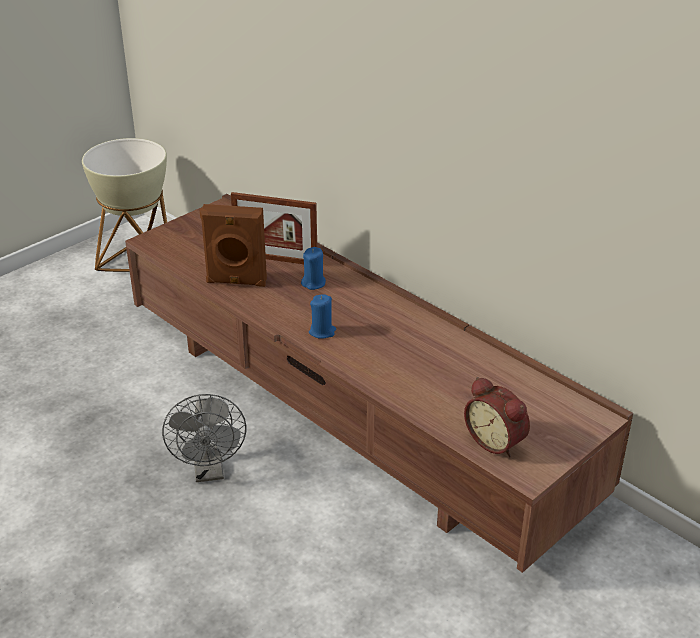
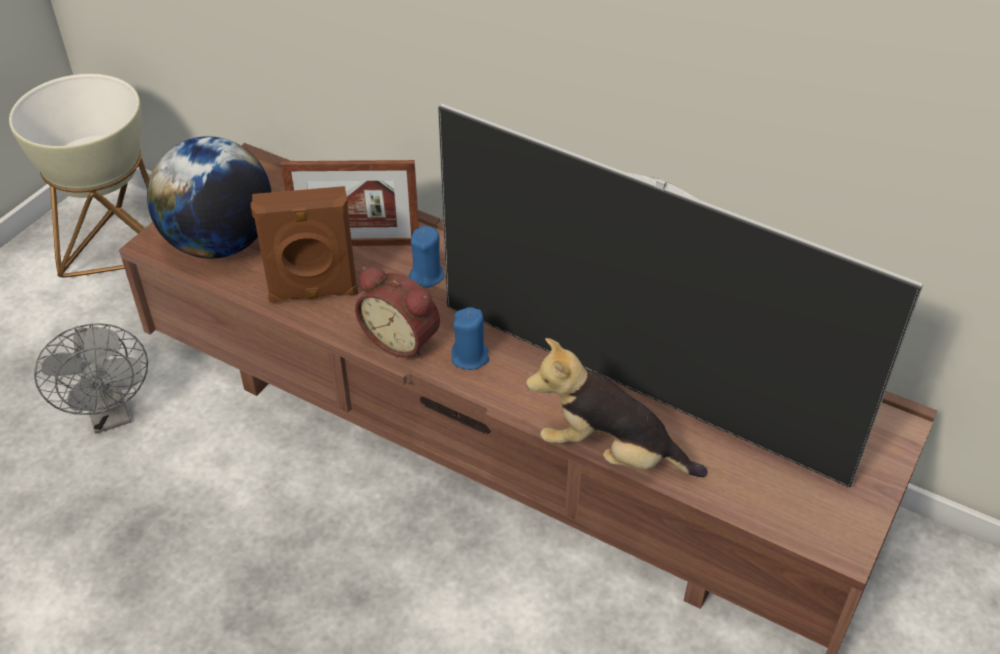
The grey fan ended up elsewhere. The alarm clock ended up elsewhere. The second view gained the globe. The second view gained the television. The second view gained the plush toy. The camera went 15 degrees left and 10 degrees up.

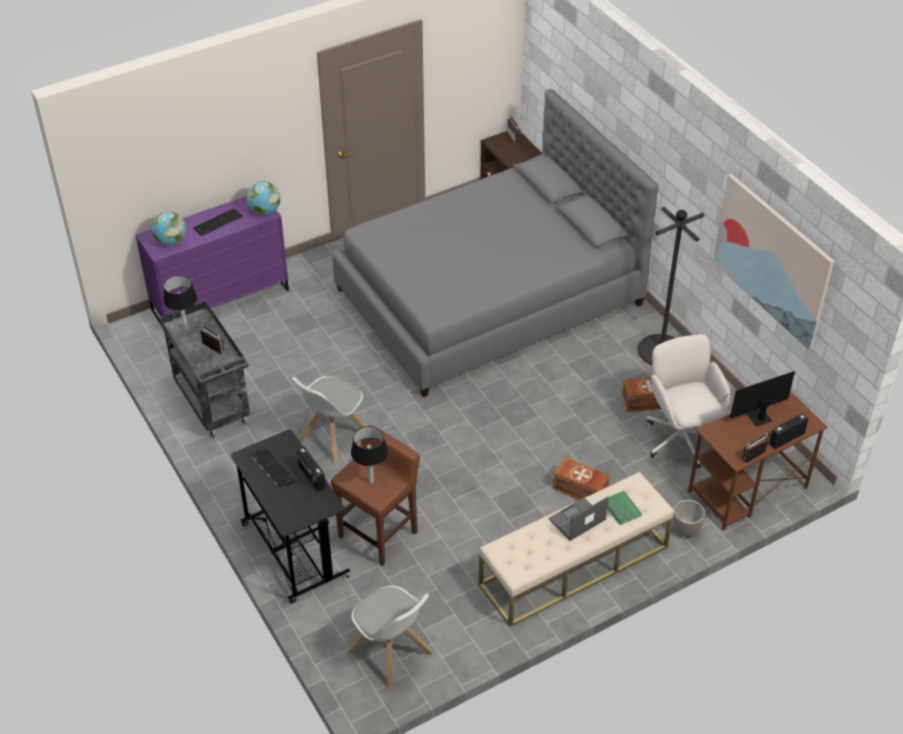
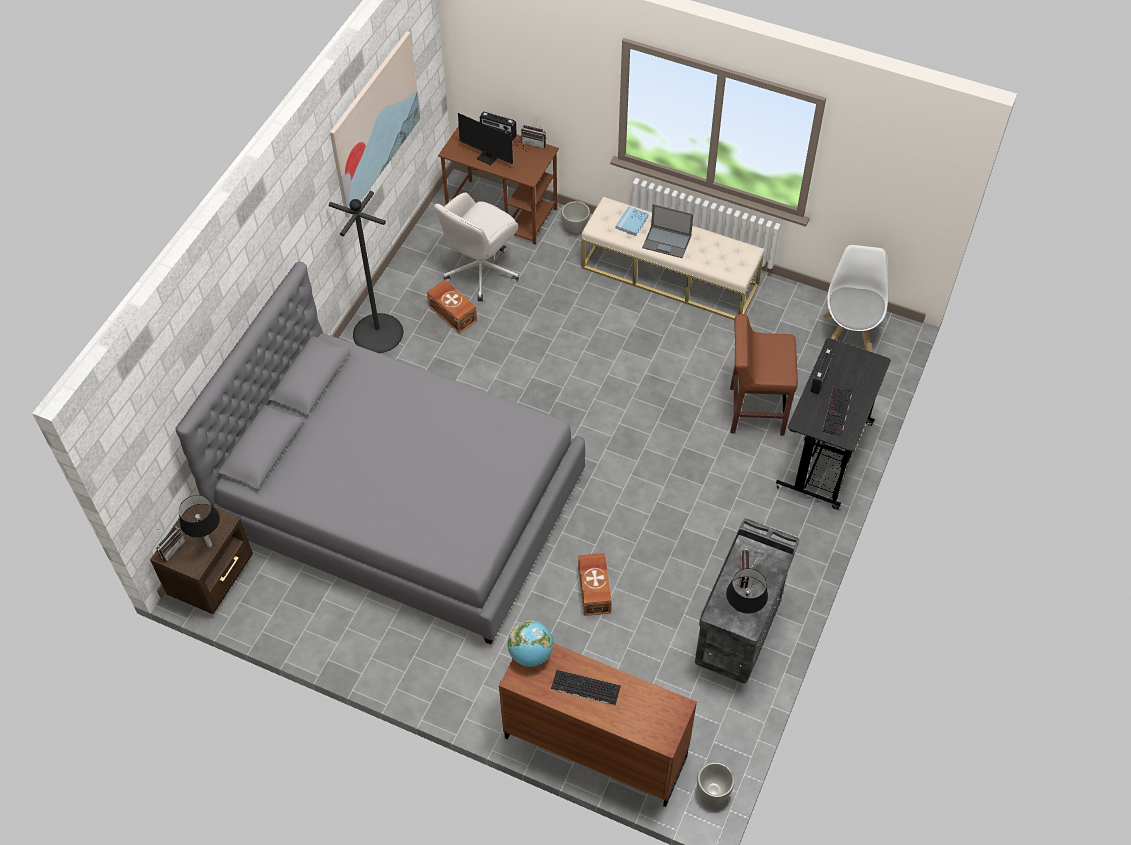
What was the purple dresser turned into the brown dresser. The second view lost the globe (no. 1 from left). The second view lost the chair (no. 1 from left). The black table lamp (no. 2 from left in the first image) ended up elsewhere. The brown storage box (no. 1 from left in the first image) ended up elsewhere. What was the green book turned into the blue book. The second view gained the planter (no. 2 from left). The camera went 125 degrees left and 10 degrees up.

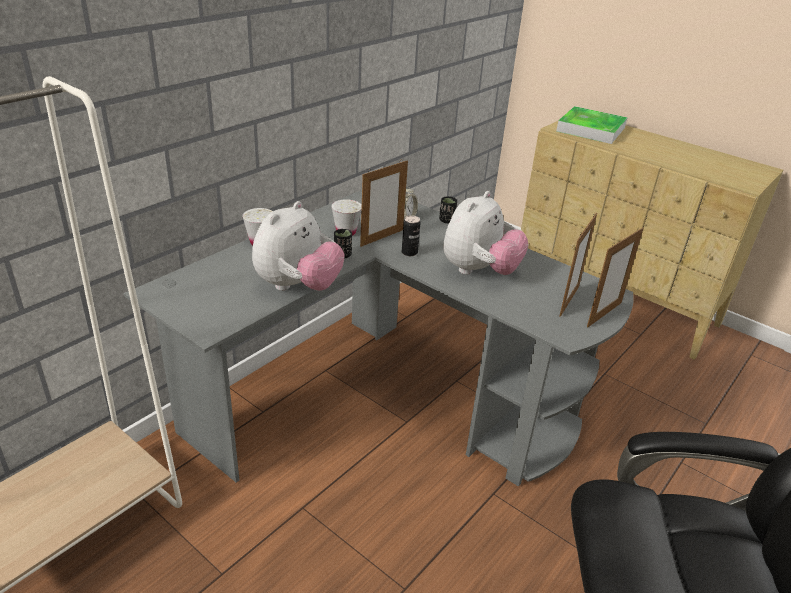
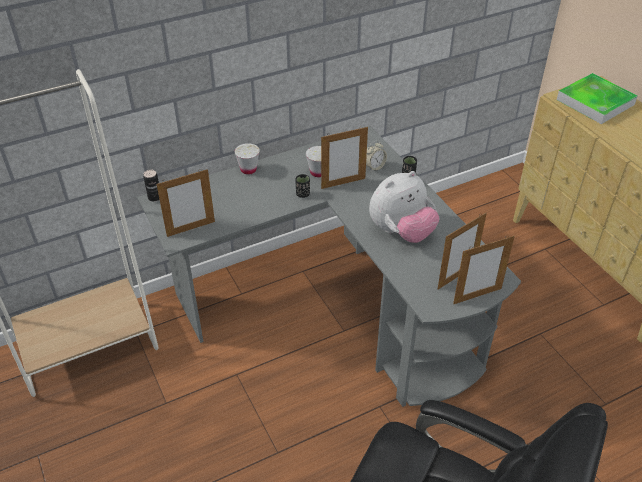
The second view lost the plush toy (no. 1 from left). The can ended up elsewhere. The second view gained the picture frame (no. 1 from left). The camera went 25 degrees right and 10 degrees up.

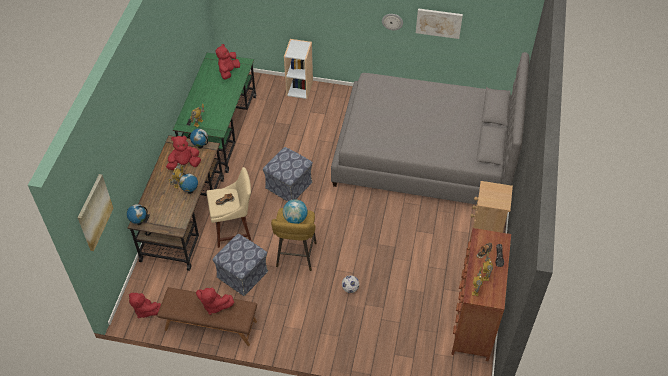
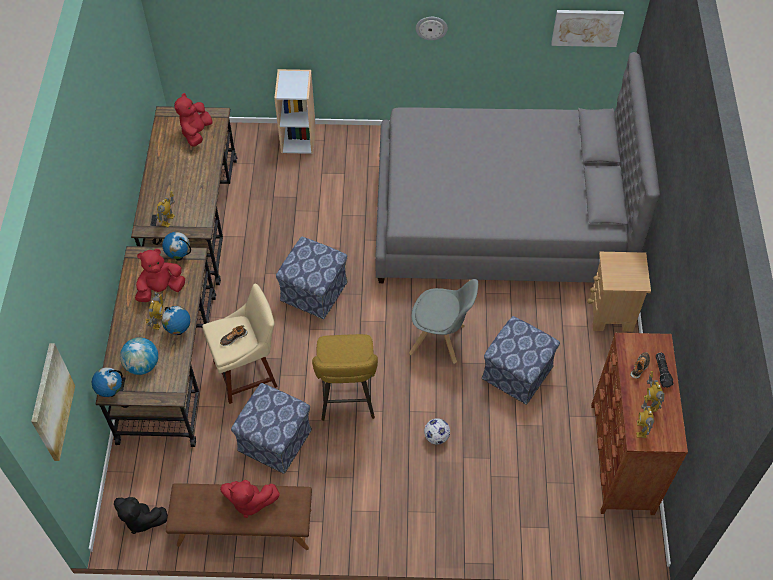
What was the red plush toy (no. 1 from left) turned into the black plush toy. What was the green desk turned into the brown desk (no. 2 from left). The globe (no. 4 from left in the first image) ended up elsewhere. The picture (no. 2 from left) ended up elsewhere. The second view gained the grey chair. The second view gained the ottoman (no. 3 from left). The camera went 10 degrees left and 5 degrees up.

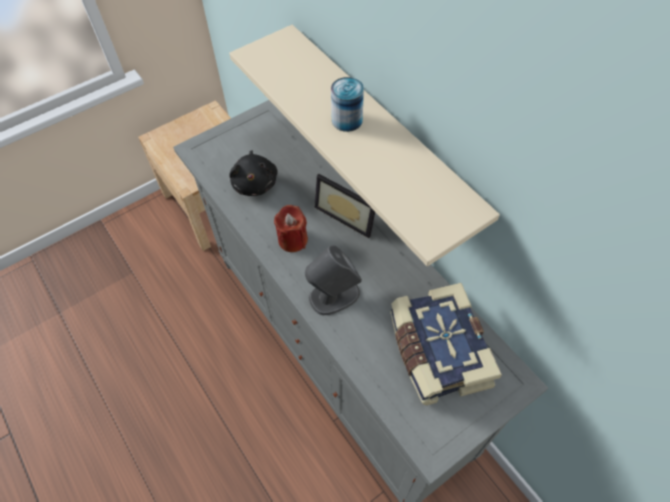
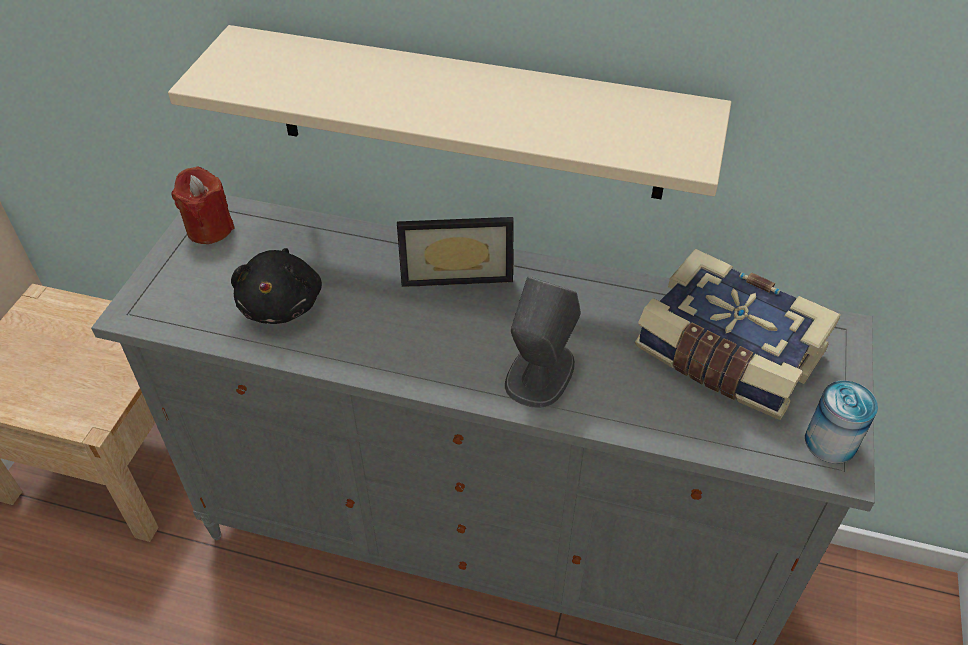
The black plush toy ended up facing another way, 45 degrees clockwise from before. The red candle ended up elsewhere. The can ended up elsewhere. The camera went 40 degrees left and 10 degrees down.

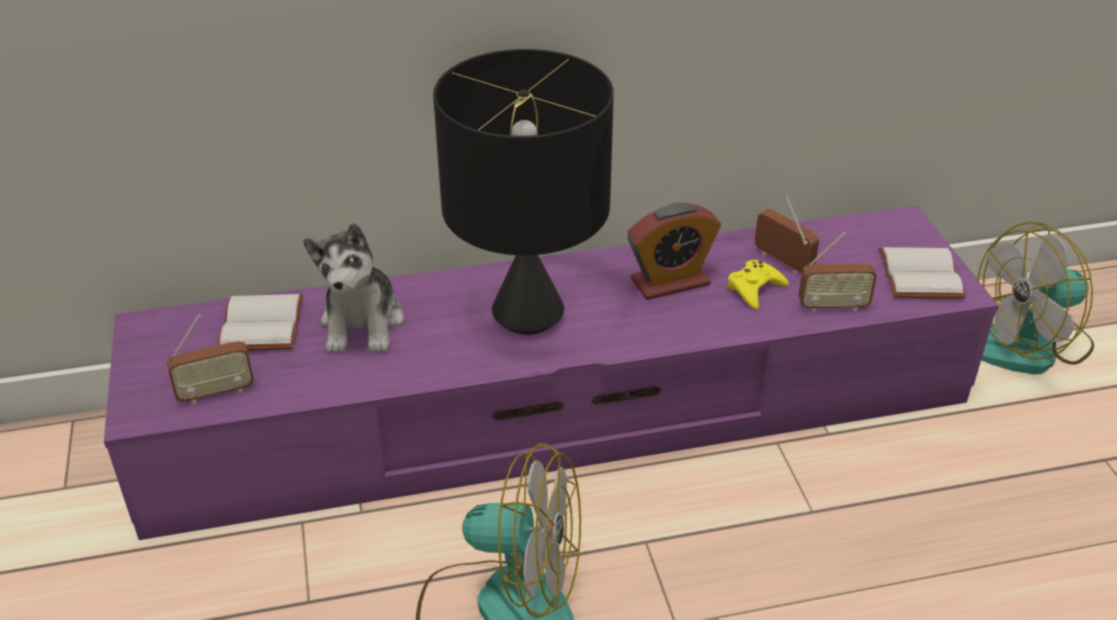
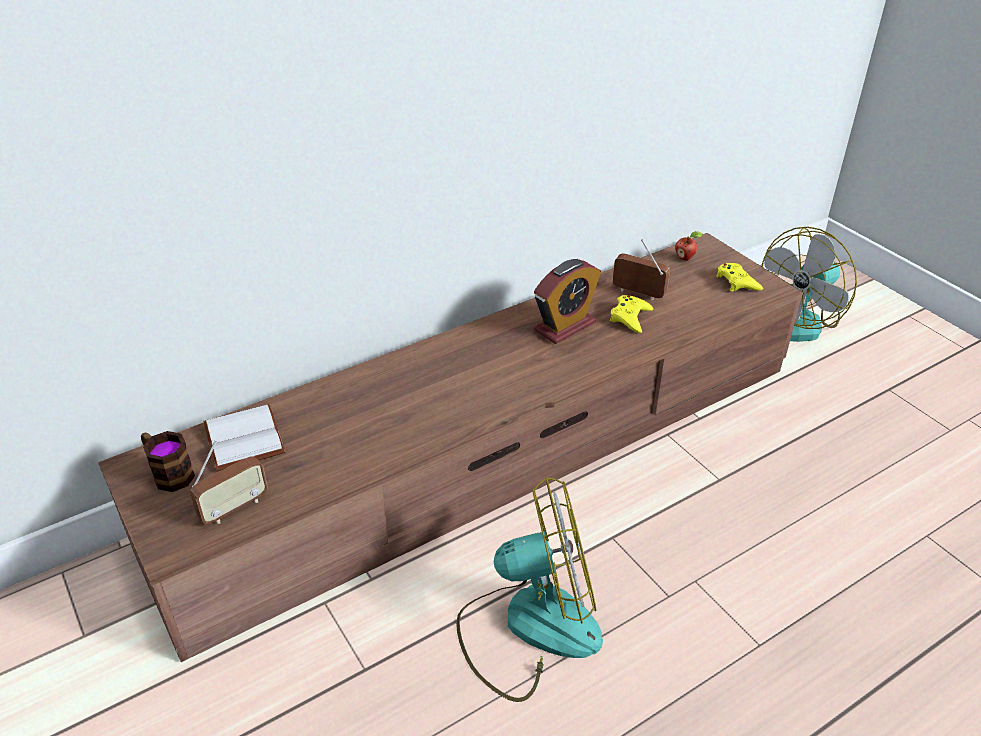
What was the purple tv stand turned into the brown tv stand. The second view lost the plush toy. The second view lost the black table lamp. The second view lost the radio (no. 3 from left). Where the white book (no. 2 from left) stood, the yellow game controller (no. 2 from left) came to stand. The second view gained the mug. The second view gained the apple. The camera went 20 degrees left and 0 degrees up.

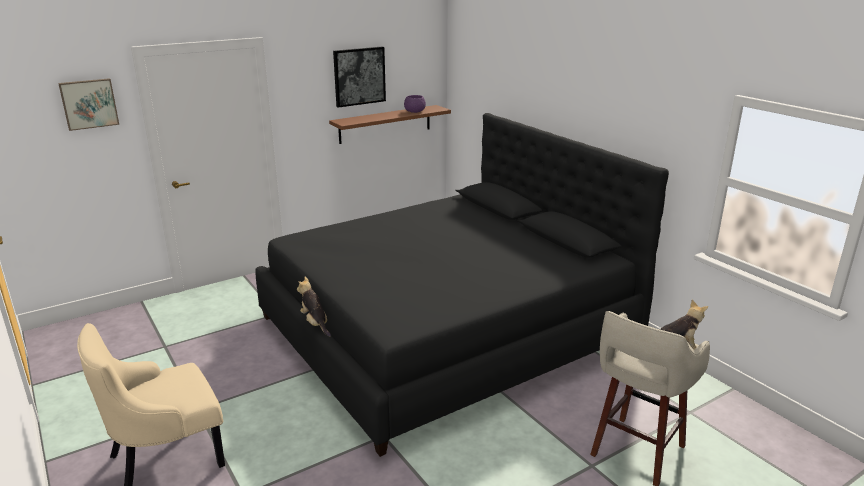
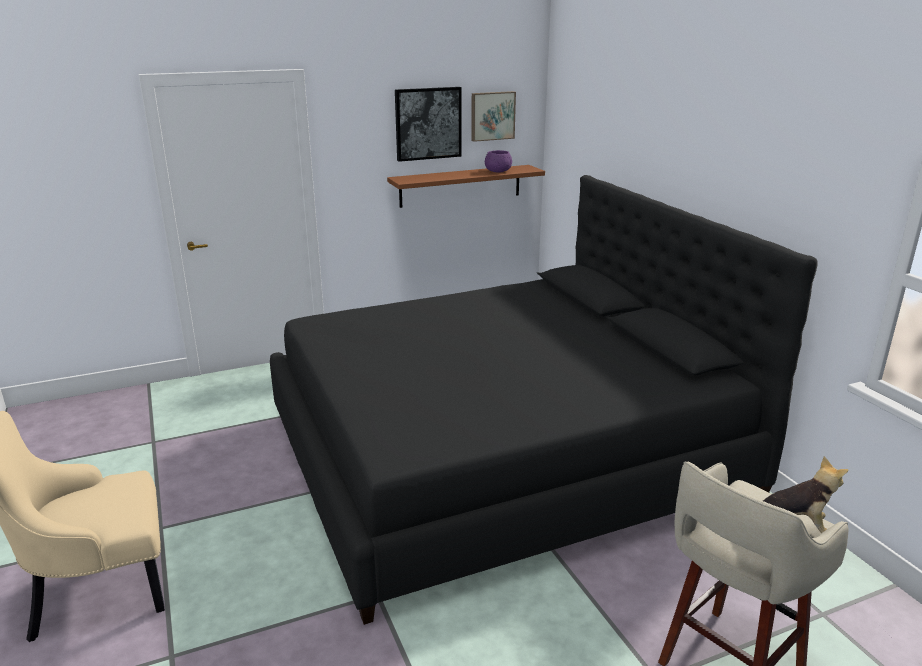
The picture (no. 1 from left in the first image) ended up elsewhere. The second view lost the plush toy (no. 1 from left). The camera went 10 degrees right and 0 degrees up.

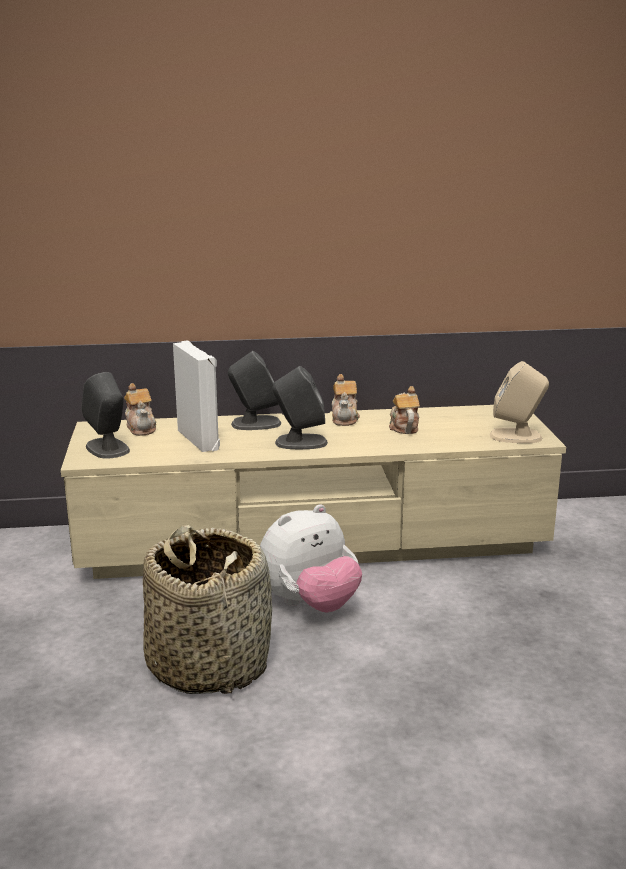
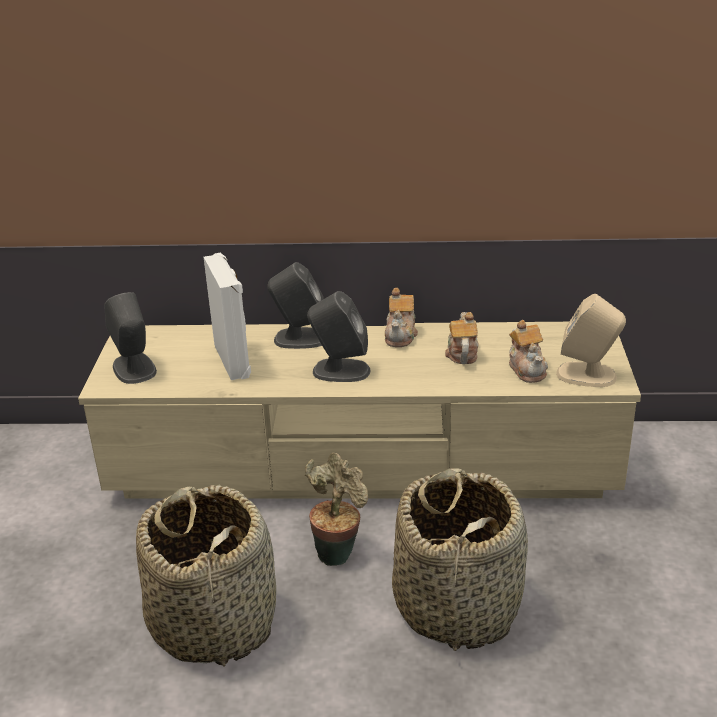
The teapot (no. 1 from left in the first image) ended up elsewhere. Where the plush toy stood, the potted plant came to stand. The second view gained the basket (no. 2 from left). The camera went 10 degrees right and 10 degrees up.

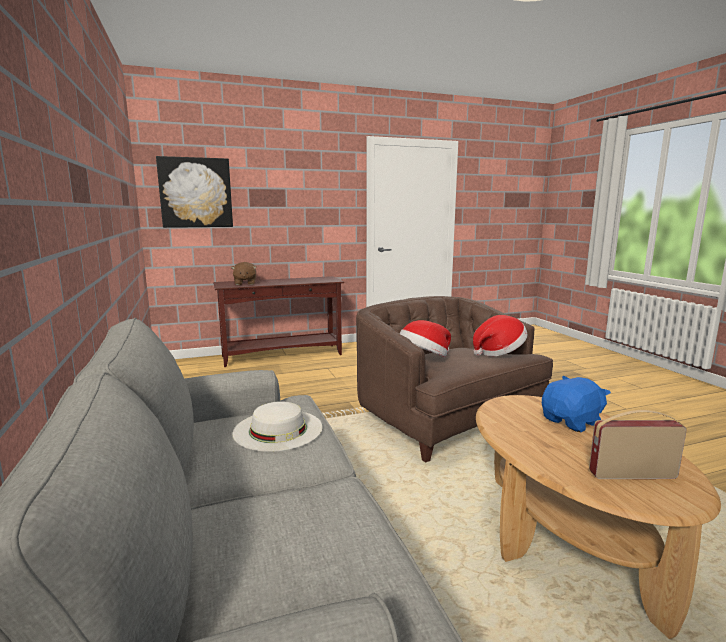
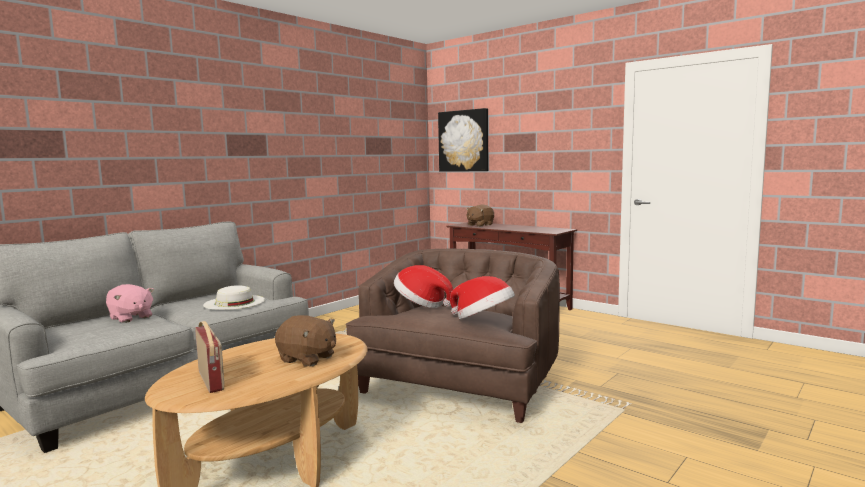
What was the blue plush toy turned into the brown plush toy (no. 1 from left). The second view gained the pink plush toy. The camera went 60 degrees right and 5 degrees down.

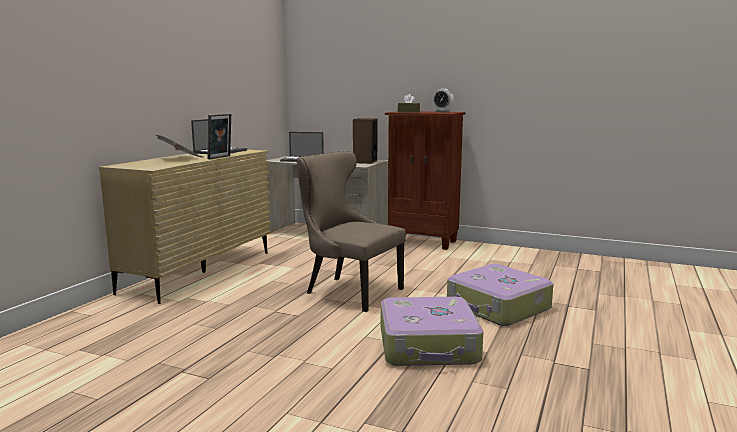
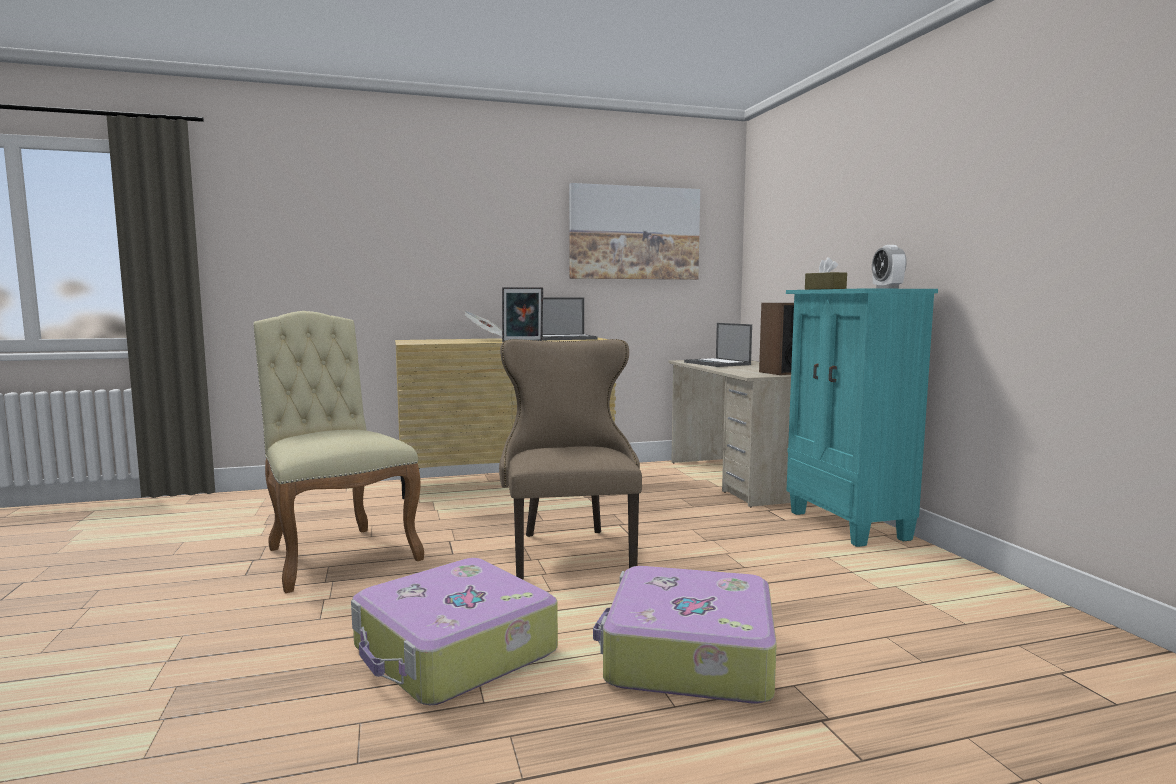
What was the brown cabinet turned into the turquoise cabinet. The second view gained the beige chair (no. 1 from left). The second view gained the picture. The camera went 50 degrees right and 5 degrees down.

